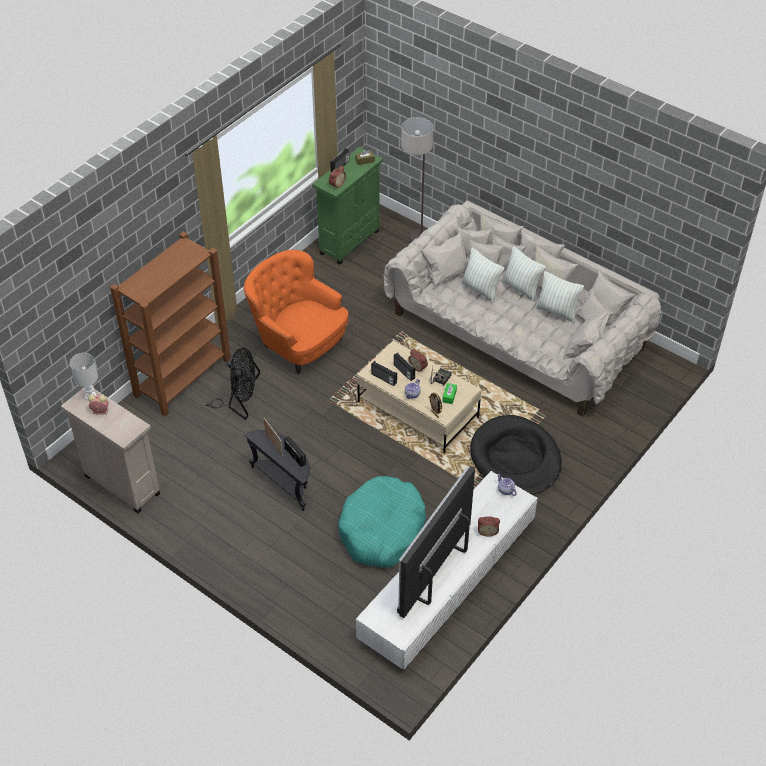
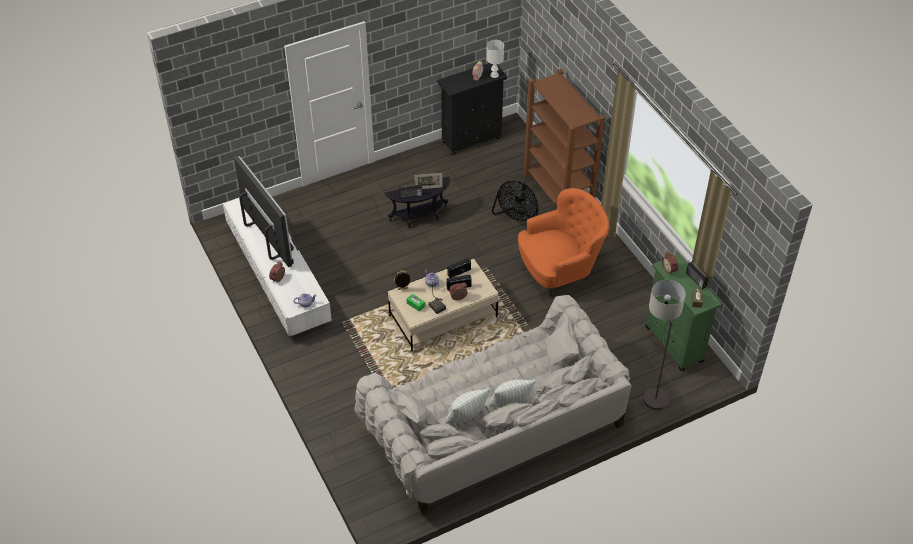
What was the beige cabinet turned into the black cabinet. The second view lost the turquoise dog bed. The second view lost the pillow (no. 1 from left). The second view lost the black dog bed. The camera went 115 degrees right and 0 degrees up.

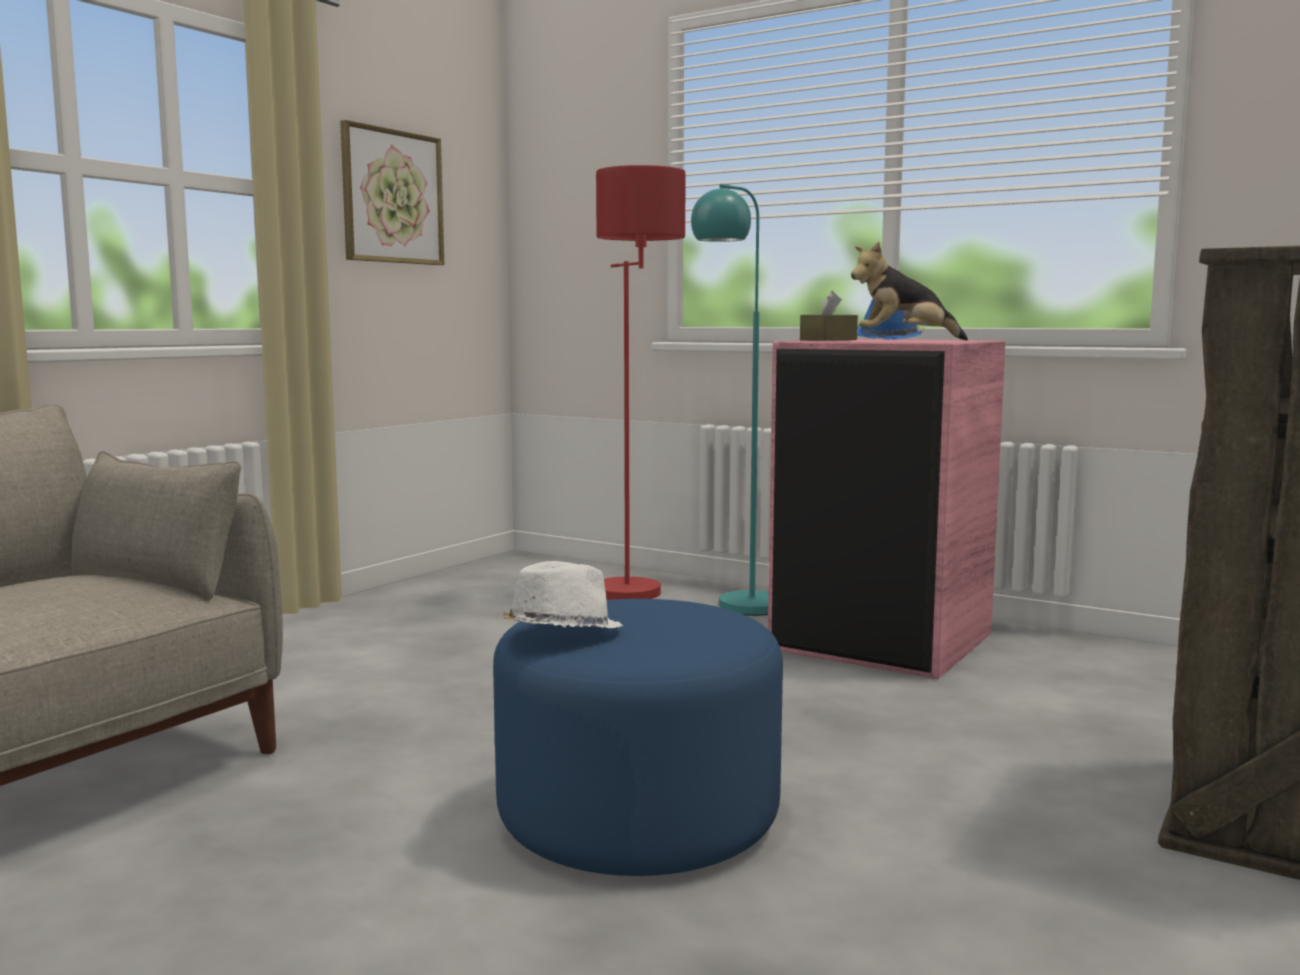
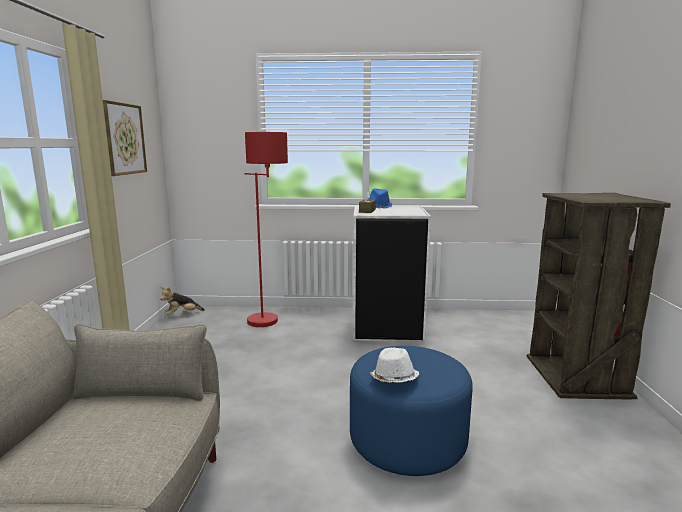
The second view lost the turquoise floor lamp. What was the pink cabinet turned into the white cabinet. The plush toy ended up elsewhere. The camera went 30 degrees left and 5 degrees up.

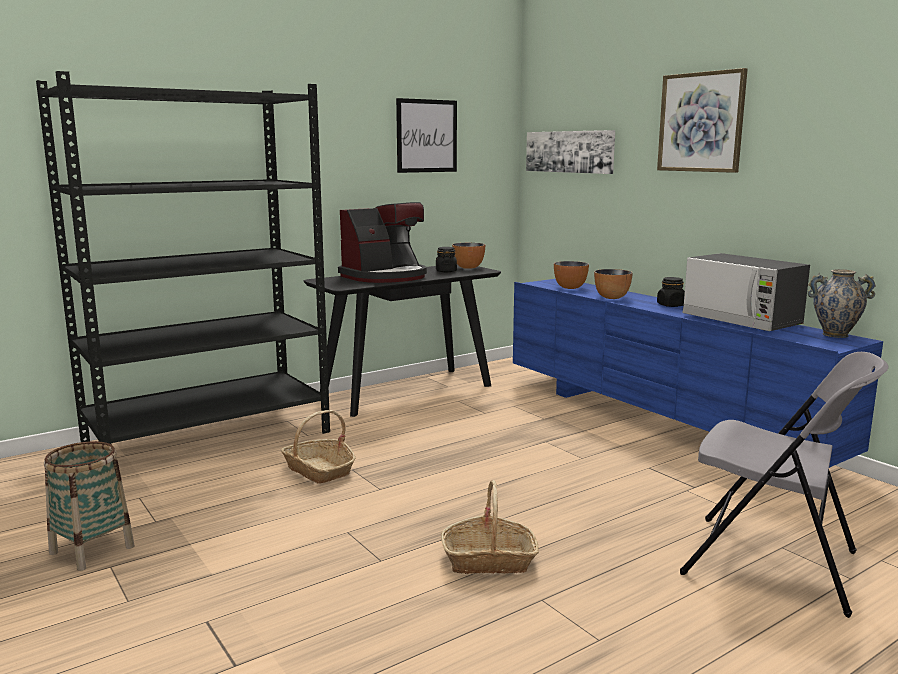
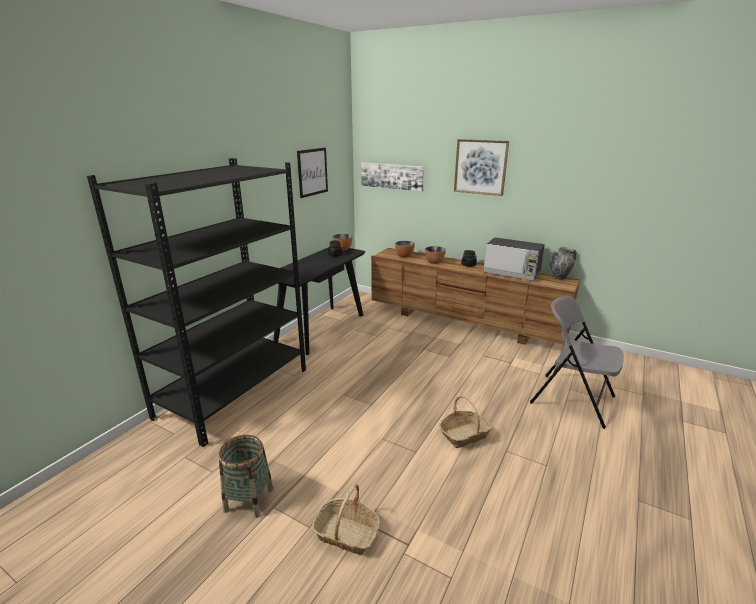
The basket (no. 2 from left) ended up elsewhere. The second view lost the coffee machine. What was the blue cabinet turned into the brown cabinet. The grey chair ended up facing another way, 150 degrees counterclockwise from before. The camera went 25 degrees left and 10 degrees up.

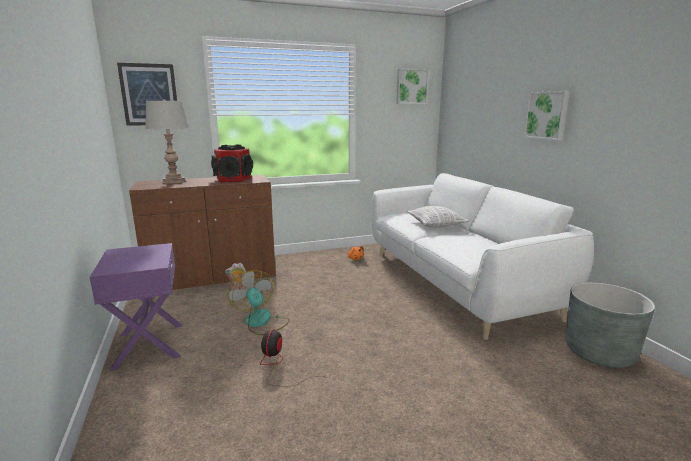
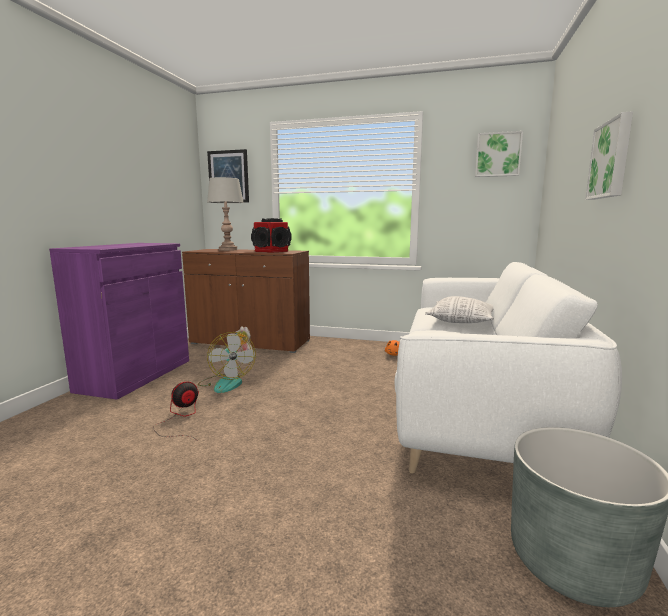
Where the purple nightstand stood, the purple cabinet came to stand. The fan (no. 1 from left in the first image) ended up facing another way, 150 degrees clockwise from before. The camera went 35 degrees right and 5 degrees down.

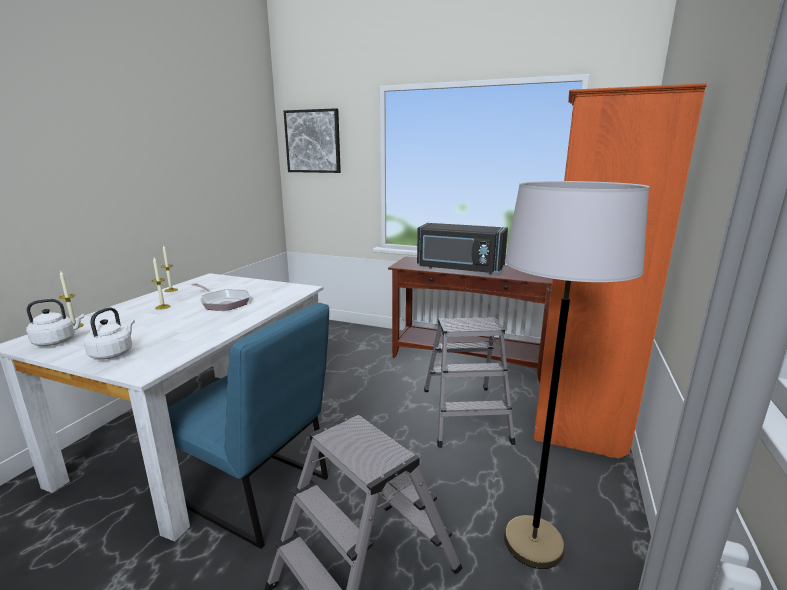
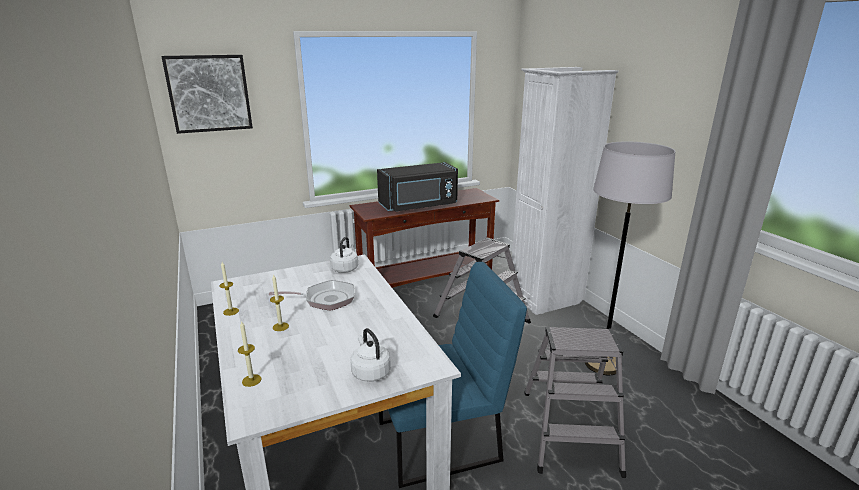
The white kettle (no. 1 from left) ended up elsewhere. What was the orange cabinet turned into the white cabinet. The camera went 45 degrees left and 5 degrees up.

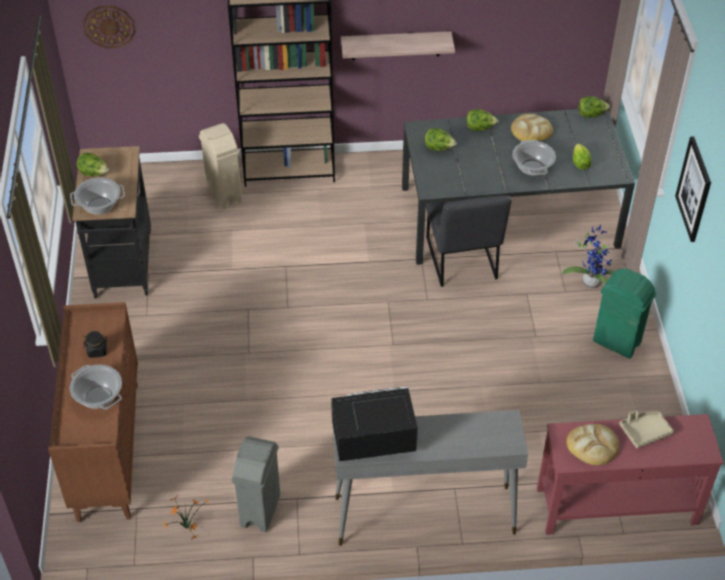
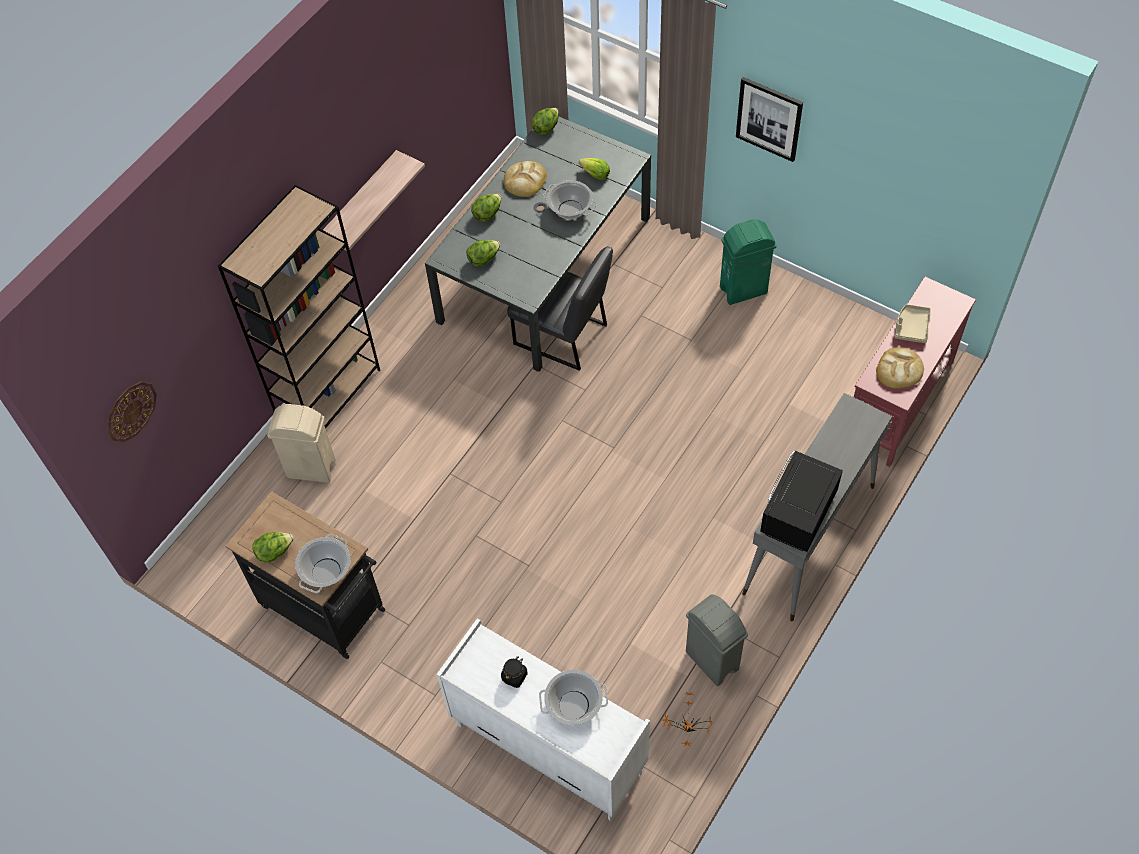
What was the brown cabinet turned into the white cabinet. The second view lost the potted plant (no. 2 from left). The camera went 50 degrees left and 10 degrees up.

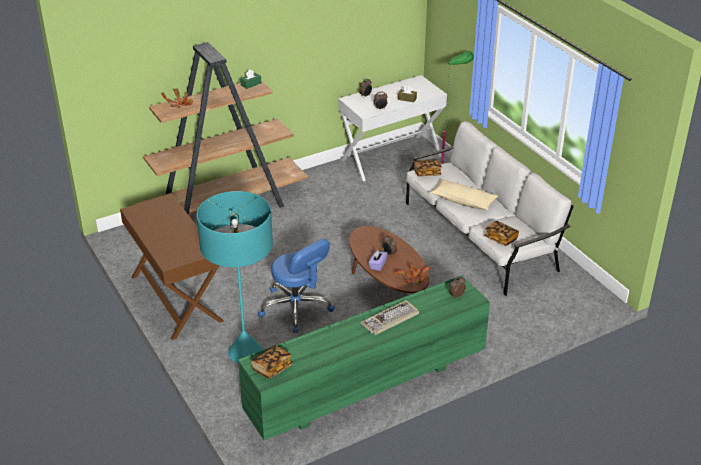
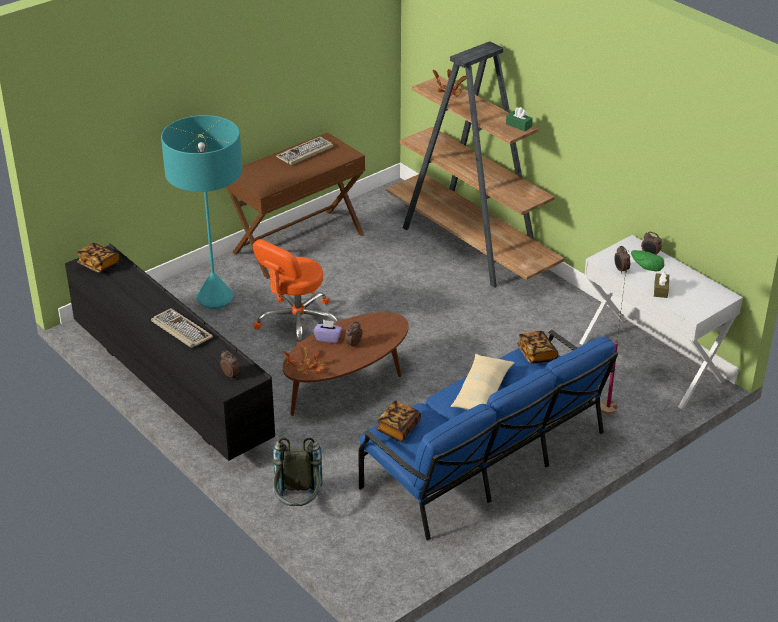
What was the green cabinet turned into the black cabinet. What was the blue office chair turned into the orange office chair. What was the white sofa turned into the blue sofa. The second view gained the grey backpack. The second view gained the keyboard (no. 2 from left). The camera went 80 degrees right and 0 degrees up.

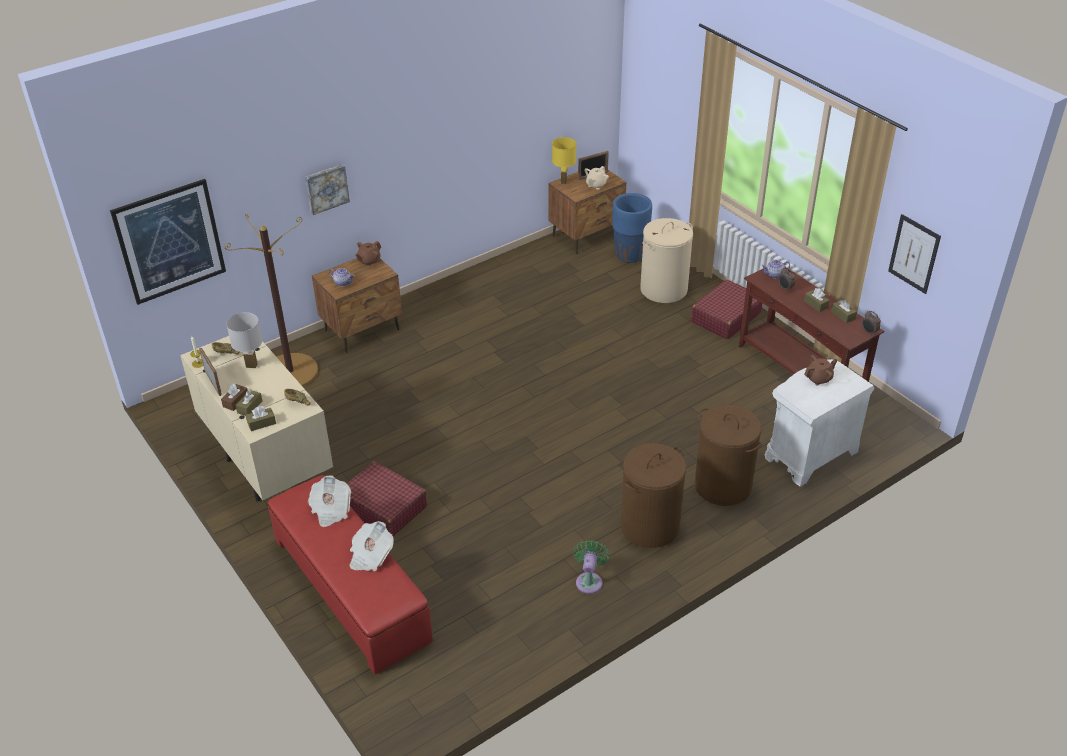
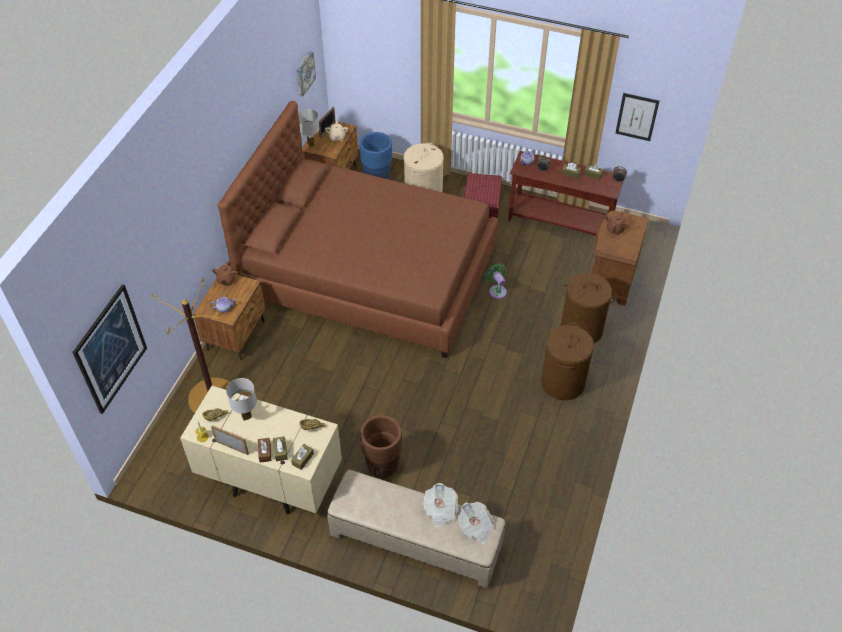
What was the red bench turned into the beige bench. The picture (no. 2 from left) ended up elsewhere. The newspaper (no. 1 from left in the first image) ended up elsewhere. Where the red suitcase (no. 1 from left) stood, the brown planter came to stand. What was the yellow table lamp turned into the white table lamp (no. 2 from left). The green fan ended up elsewhere. What was the white nightstand turned into the brown nightstand (no. 3 from left). The second view gained the brown bed. The camera went 35 degrees left and 10 degrees up.

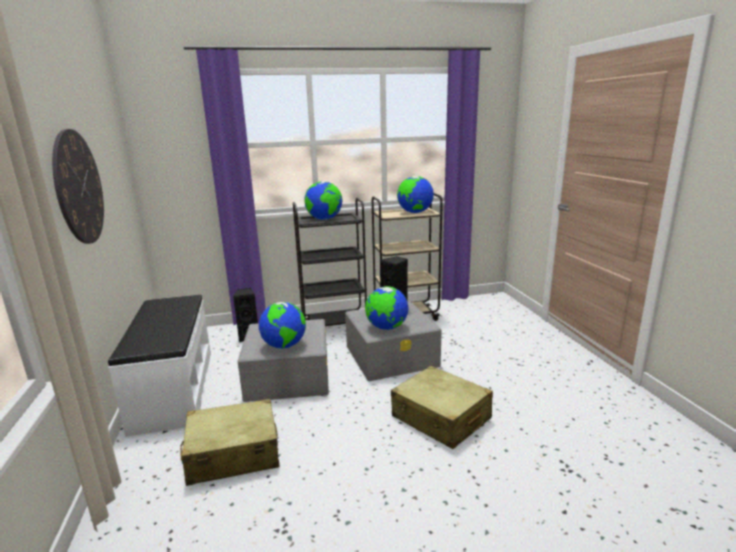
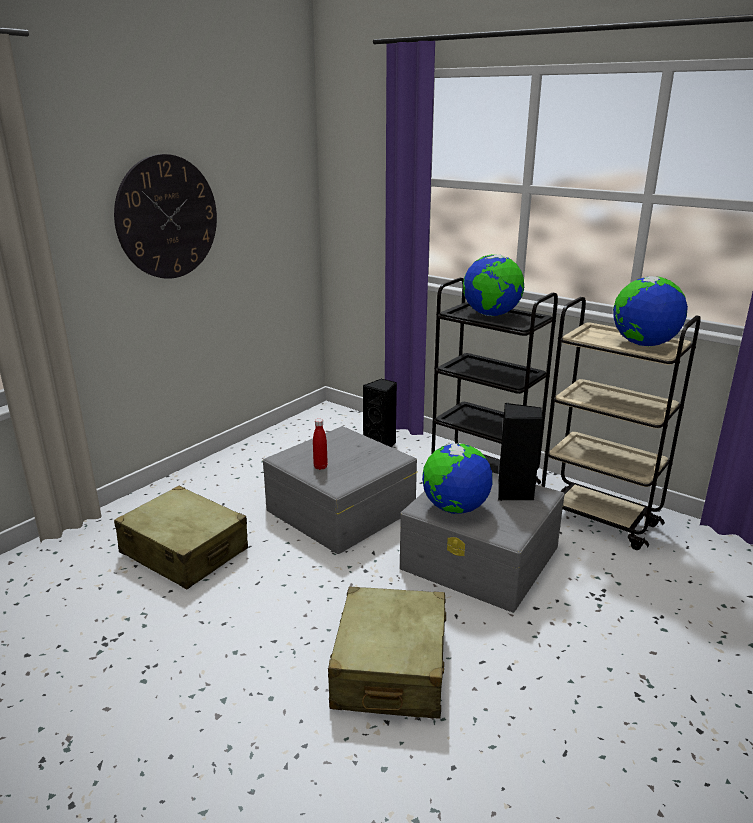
The second view lost the white bench. Where the globe (no. 1 from left) stood, the red bottle came to stand. The camera went 50 degrees right and 5 degrees up.

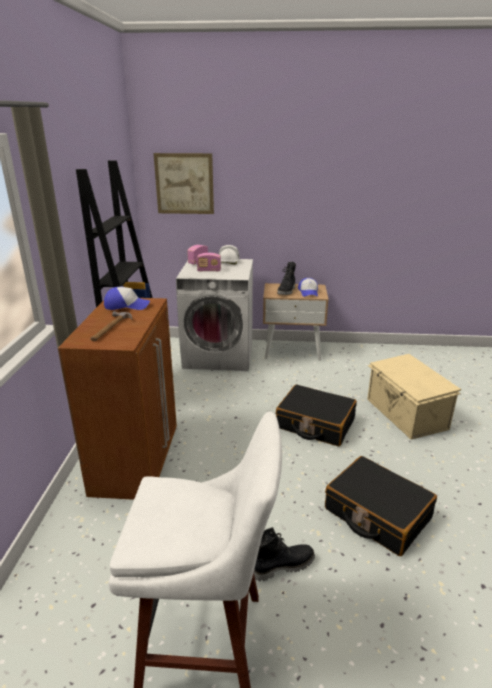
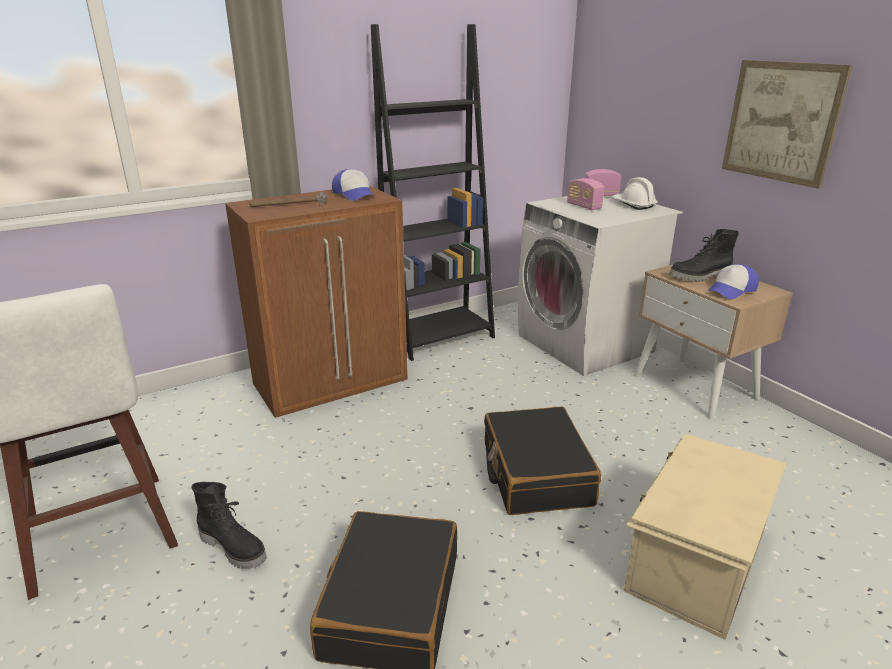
The picture ended up elsewhere. The camera went 55 degrees right and 0 degrees up.

